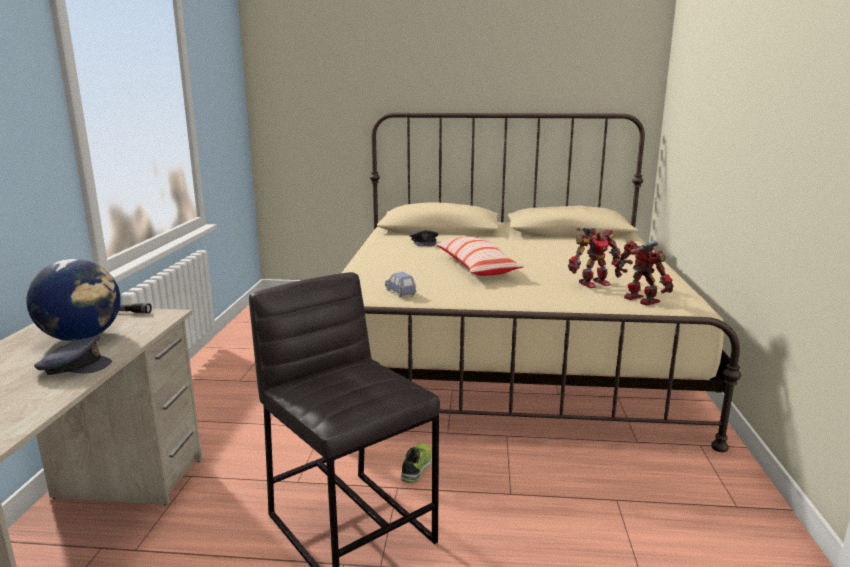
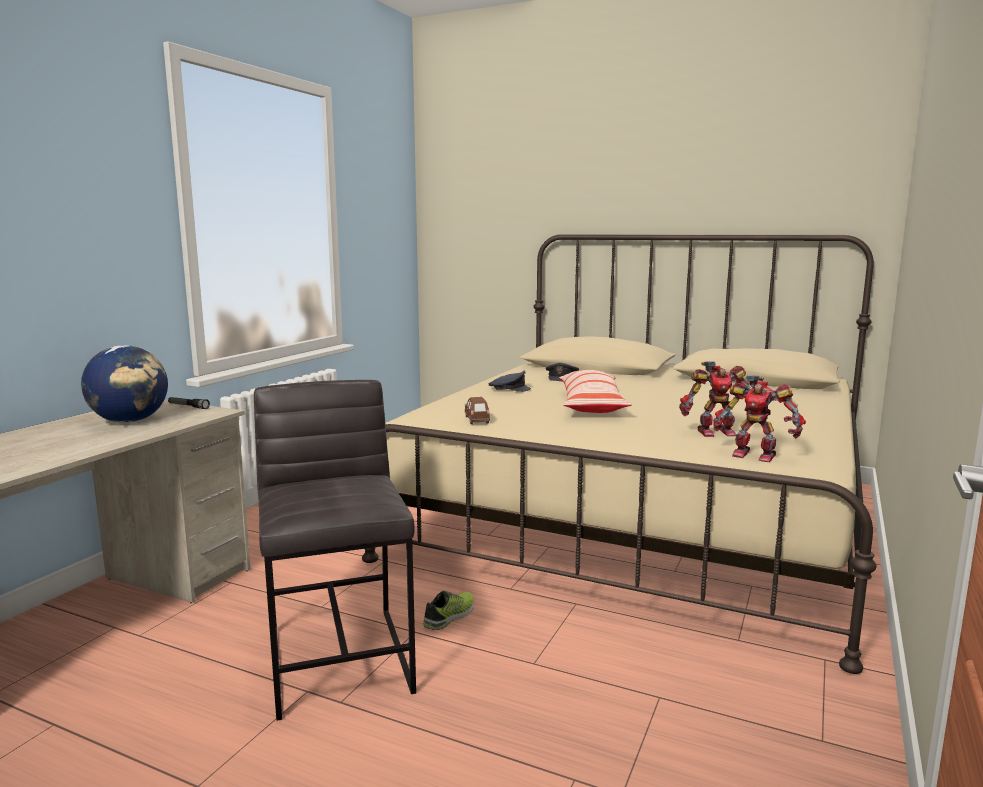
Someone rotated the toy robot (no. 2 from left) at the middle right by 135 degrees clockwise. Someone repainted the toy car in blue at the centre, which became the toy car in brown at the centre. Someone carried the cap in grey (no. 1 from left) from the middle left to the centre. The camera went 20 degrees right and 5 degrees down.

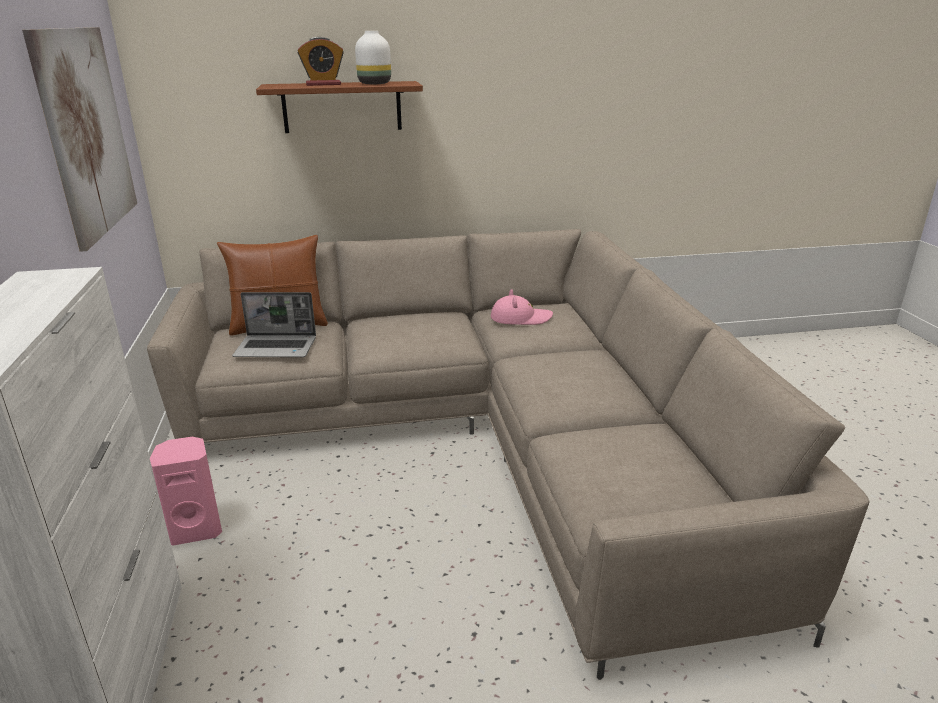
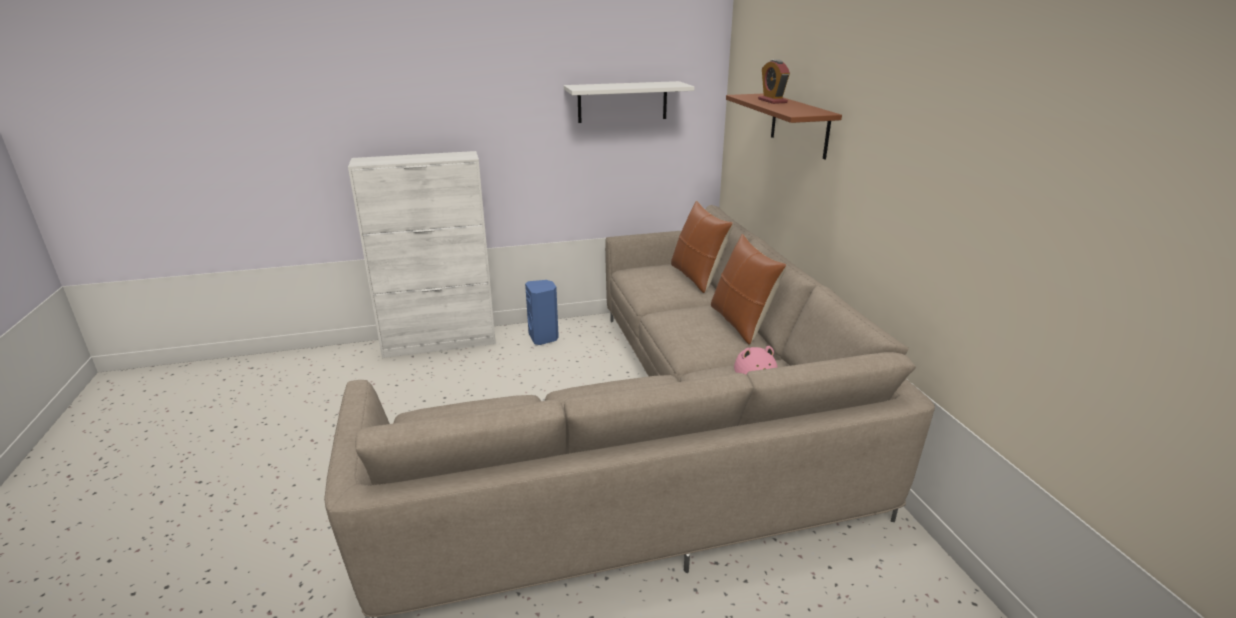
Someone swapped the picture at the top left for the shelf in white at the top centre. Someone took away the vase in white at the top centre. Someone took away the laptop at the middle left. Someone repainted the speaker in pink at the bottom left, which became the speaker in blue at the centre. Someone put down the pillow in brown (no. 2 from left) at the centre. The camera went 85 degrees right and 0 degrees up.

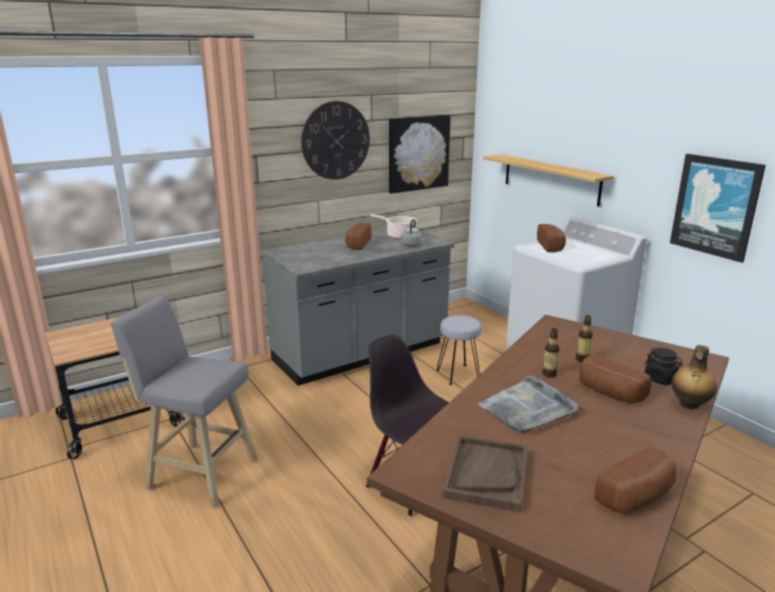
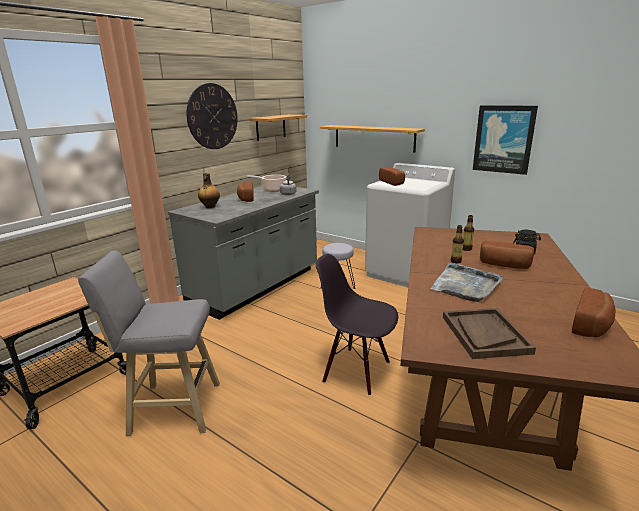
Someone swapped the picture (no. 1 from left) at the top centre for the shelf (no. 1 from left) at the top centre. Someone carried the bottle (no. 3 from left in the first image) from the middle right to the middle left. The camera went 20 degrees left and 0 degrees up.

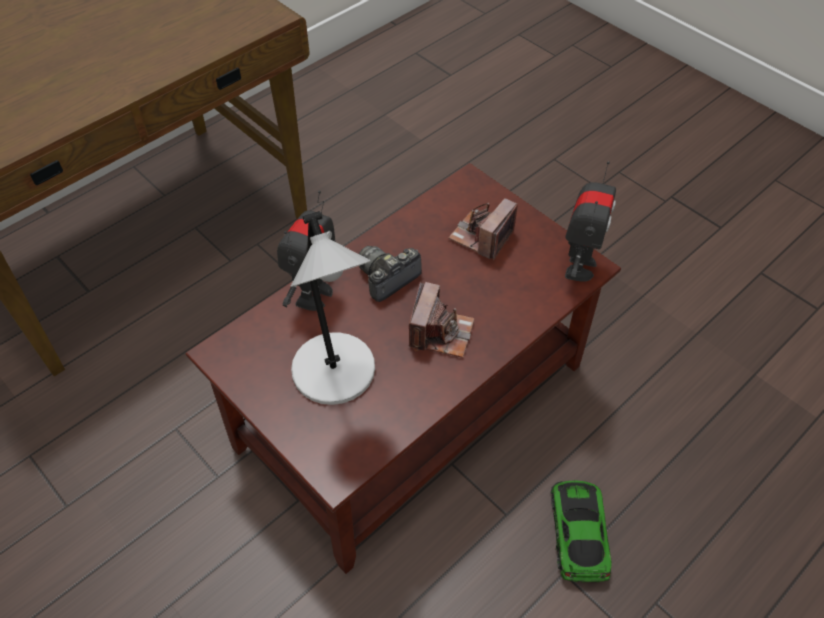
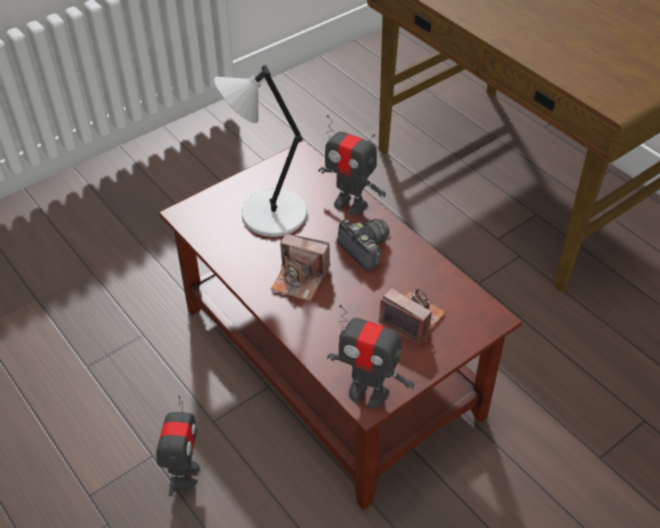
Someone swapped the toy car at the bottom right for the toy robot (no. 1 from left) at the bottom left. The camera went 95 degrees right and 5 degrees down.

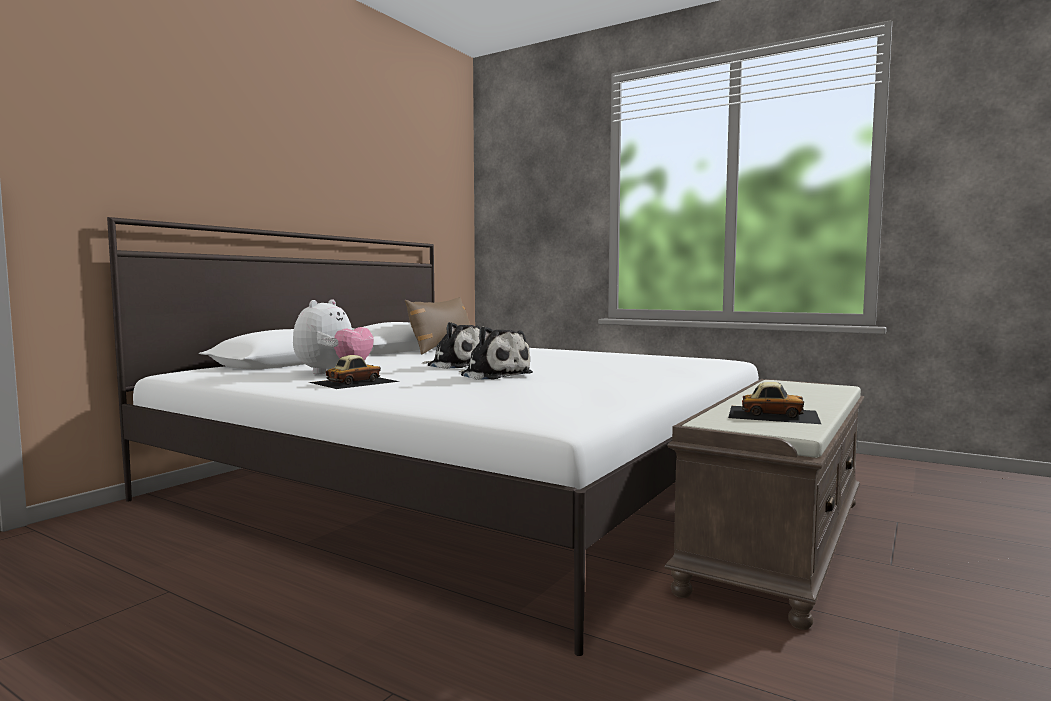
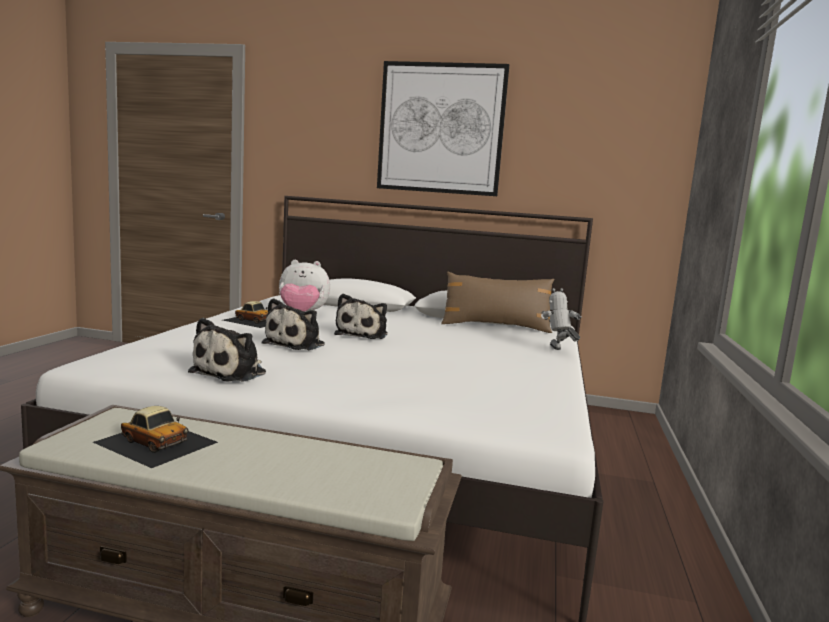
Someone rotated the toy car (no. 2 from left in the first image) at the middle right by 60 degrees counterclockwise. Someone put up the picture at the top centre. Someone put down the toy robot at the middle right. Someone put down the plush toy (no. 1 from left) at the middle left. The camera went 70 degrees right and 5 degrees up.

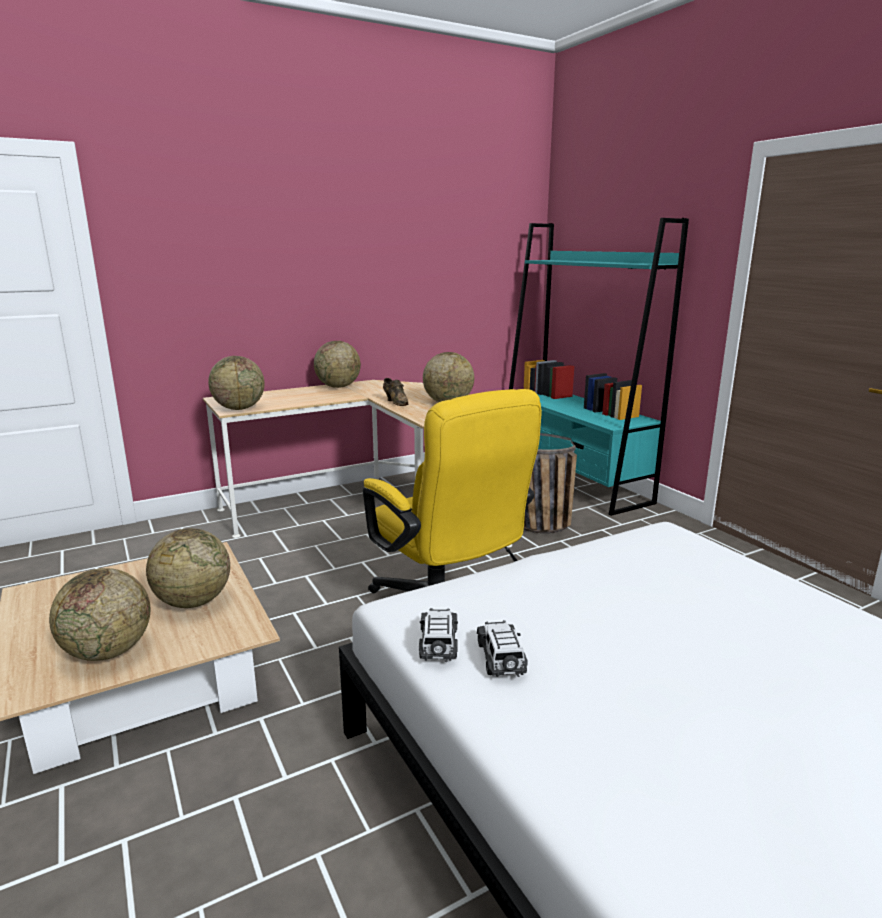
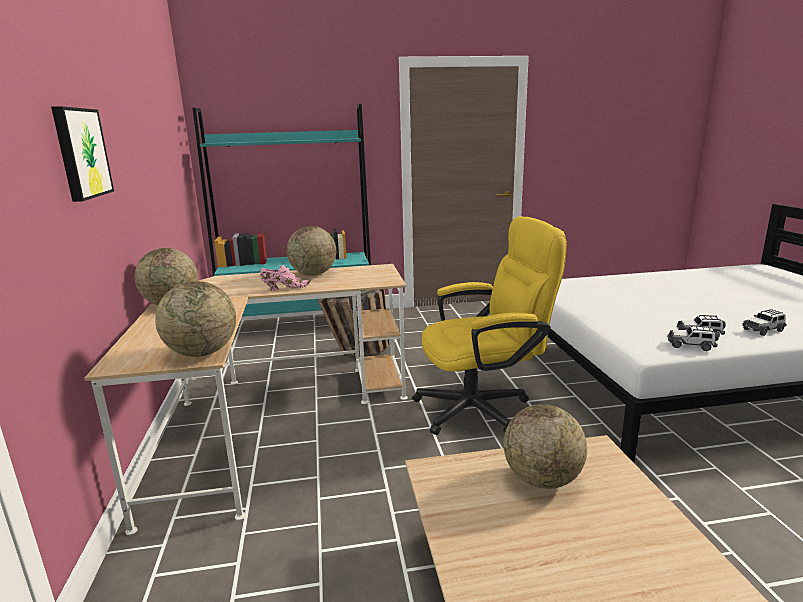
Someone repainted the shoe in brown at the centre, which became the shoe in pink at the centre. Someone took away the globe (no. 1 from left) at the bottom left. Someone put up the picture at the top left. Someone put down the toy car (no. 3 from left) at the middle right. The camera went 70 degrees left and 0 degrees up.

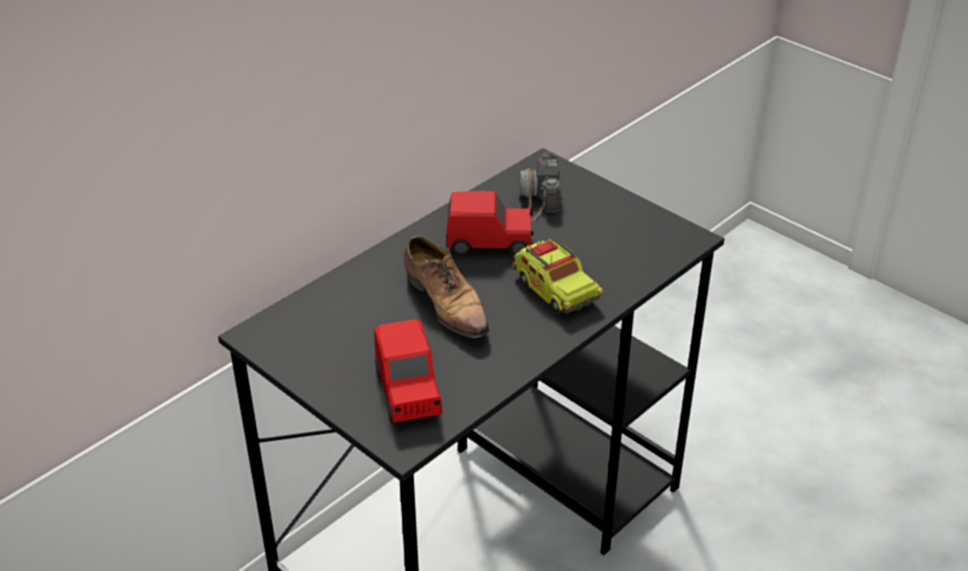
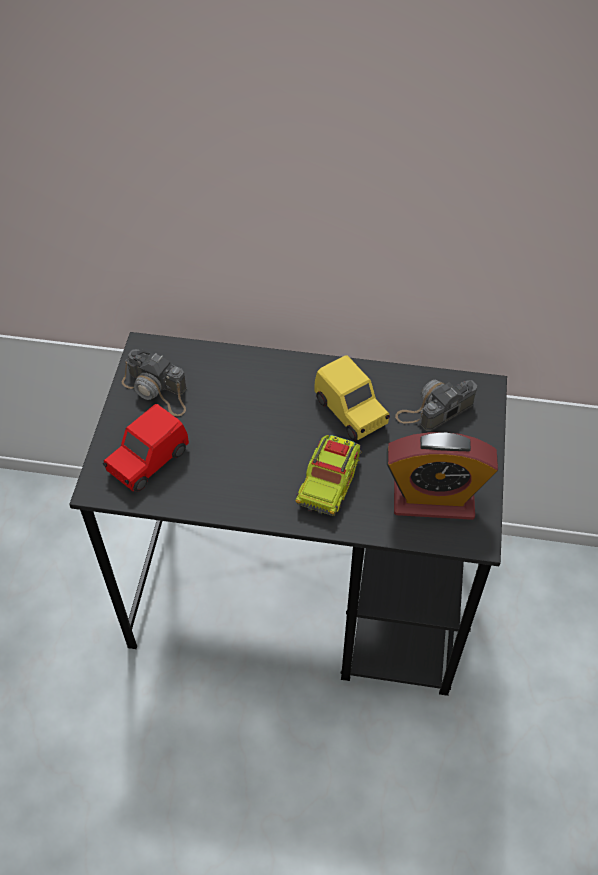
Someone repainted the toy car in red (no. 2 from left) at the centre, which became the toy car in yellow at the centre. Someone took away the shoe at the centre. Someone put down the photo camera (no. 1 from left) at the middle left. Someone put down the alarm clock at the middle right. The camera went 55 degrees right and 15 degrees up.

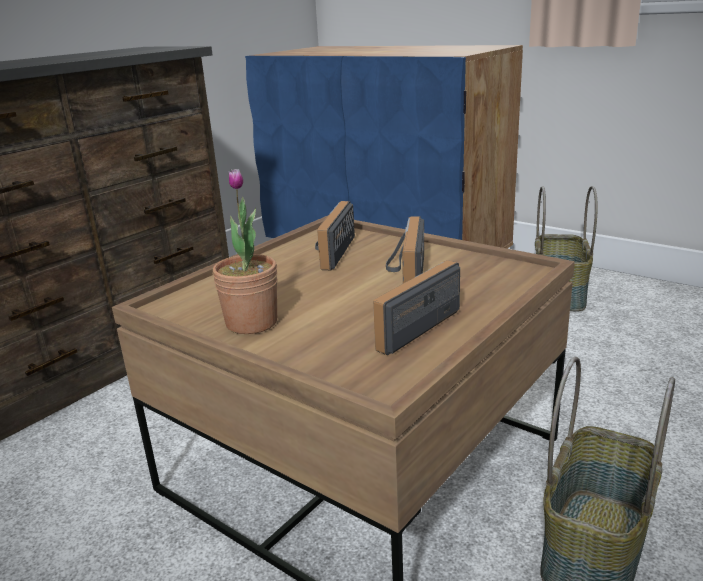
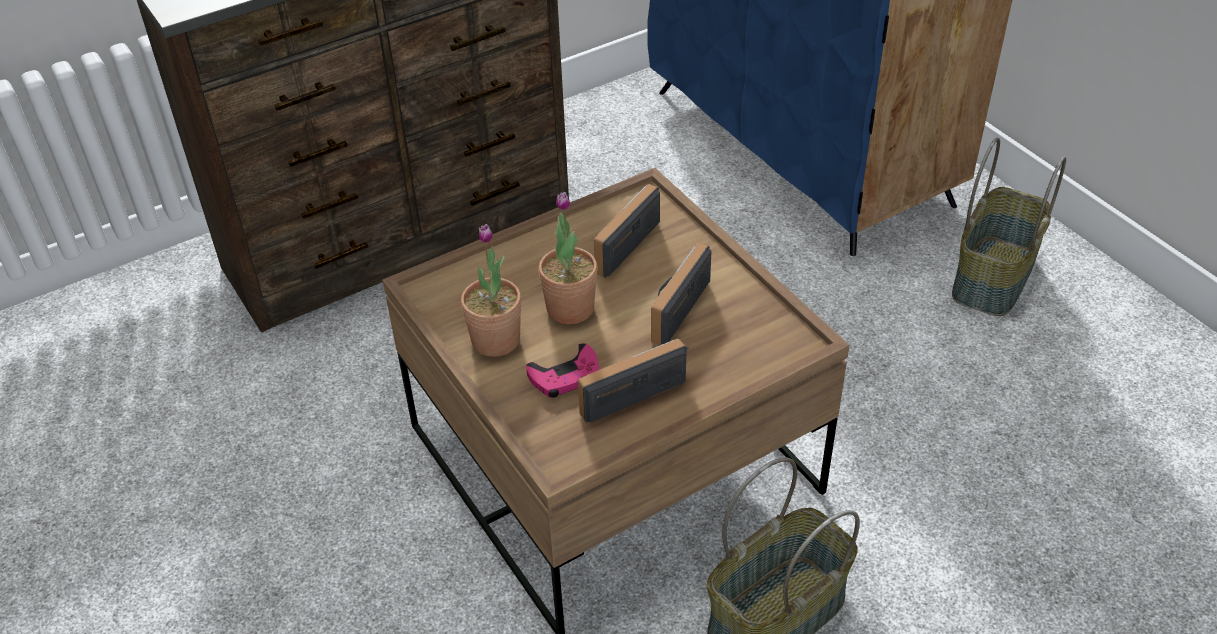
Someone put down the potted plant (no. 2 from left) at the centre. Someone put down the game controller in pink at the centre. The camera went 20 degrees right and 20 degrees up.

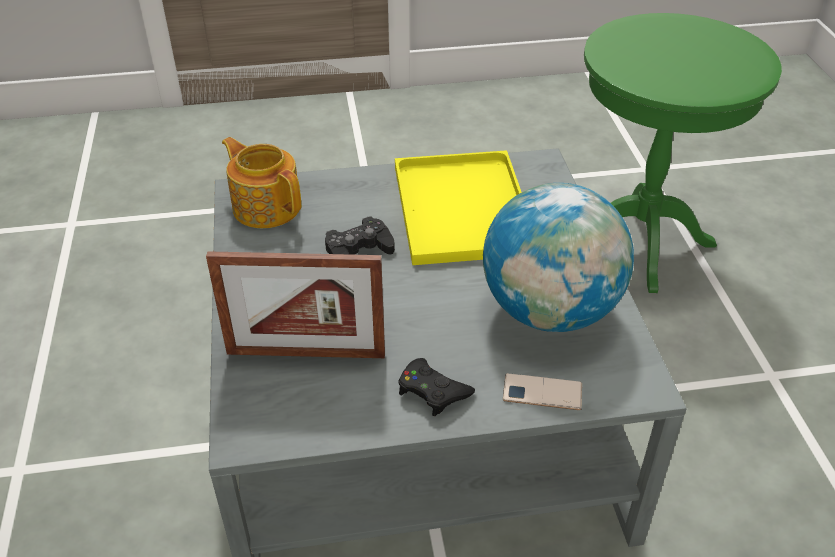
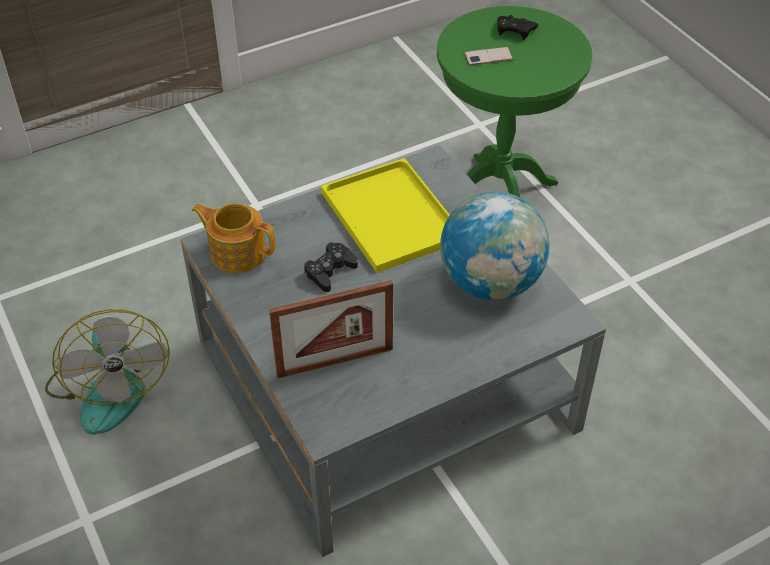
Someone carried the game controller in black (no. 2 from left) from the bottom centre to the top right. Someone carried the phone from the bottom centre to the top centre. Someone put down the fan at the middle left. The camera went 20 degrees left and 5 degrees up.

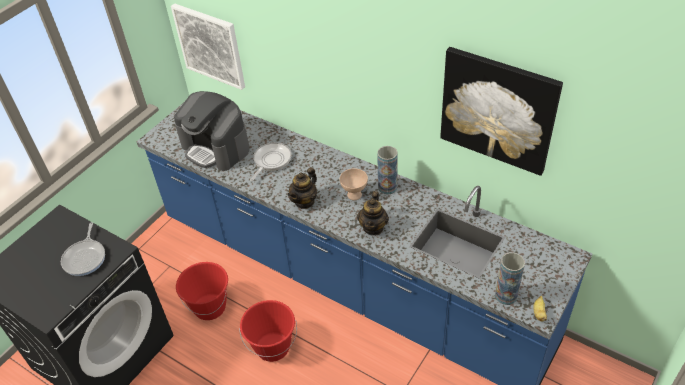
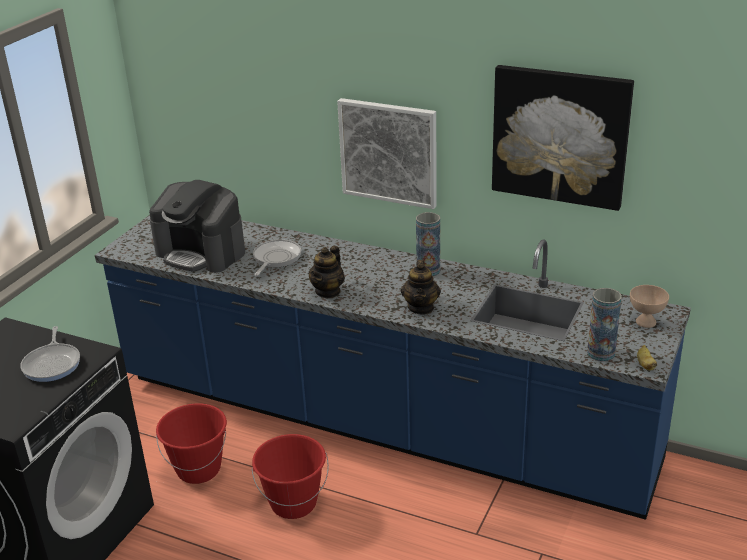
Someone carried the picture (no. 1 from left) from the top left to the top centre. Someone carried the bowl in beige from the centre to the middle right. The camera went 10 degrees left and 15 degrees down.

